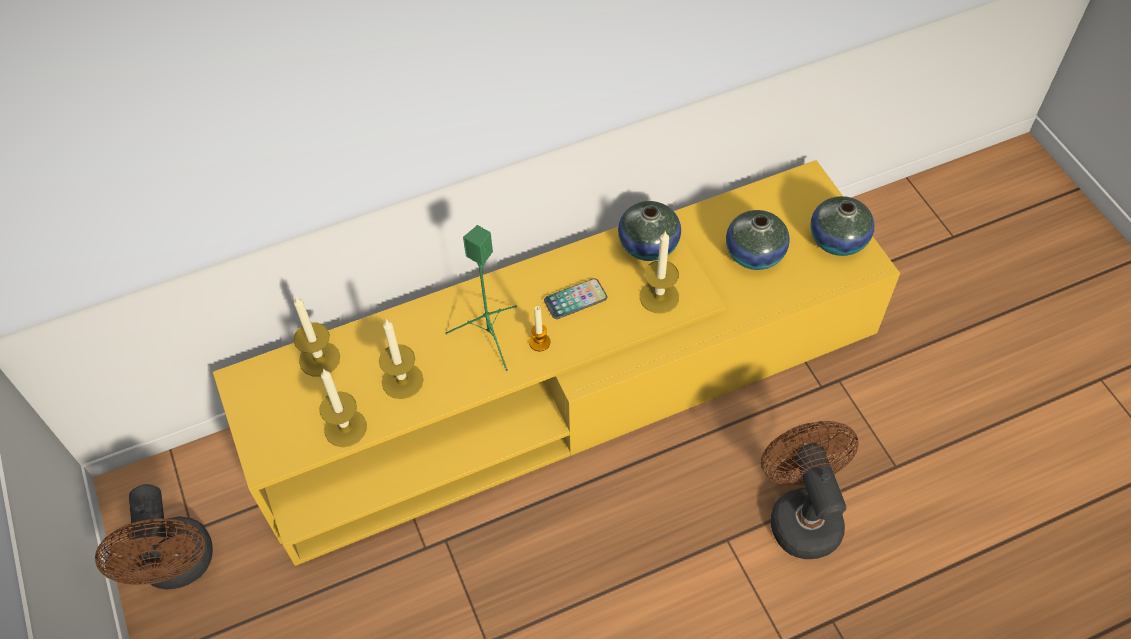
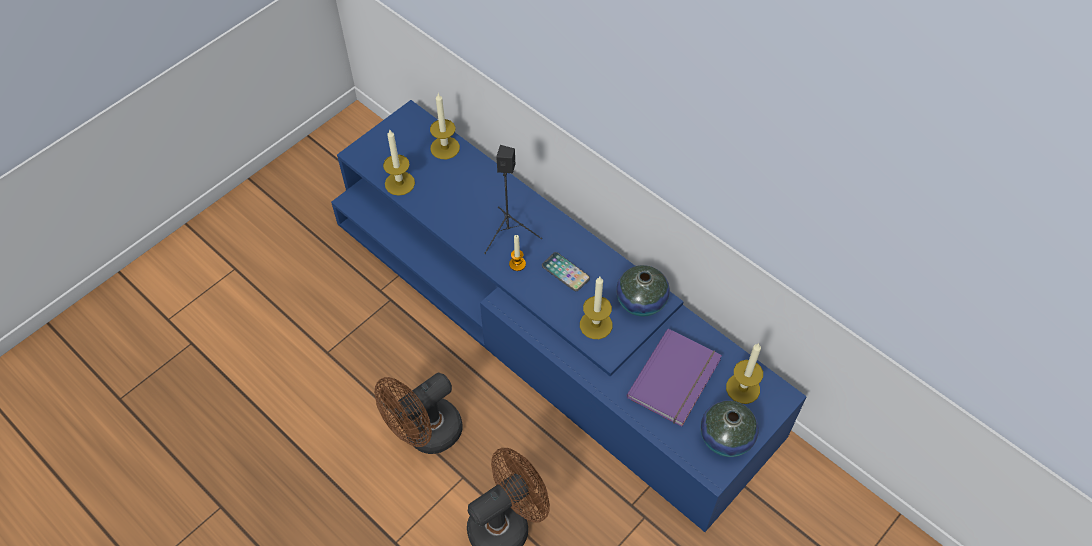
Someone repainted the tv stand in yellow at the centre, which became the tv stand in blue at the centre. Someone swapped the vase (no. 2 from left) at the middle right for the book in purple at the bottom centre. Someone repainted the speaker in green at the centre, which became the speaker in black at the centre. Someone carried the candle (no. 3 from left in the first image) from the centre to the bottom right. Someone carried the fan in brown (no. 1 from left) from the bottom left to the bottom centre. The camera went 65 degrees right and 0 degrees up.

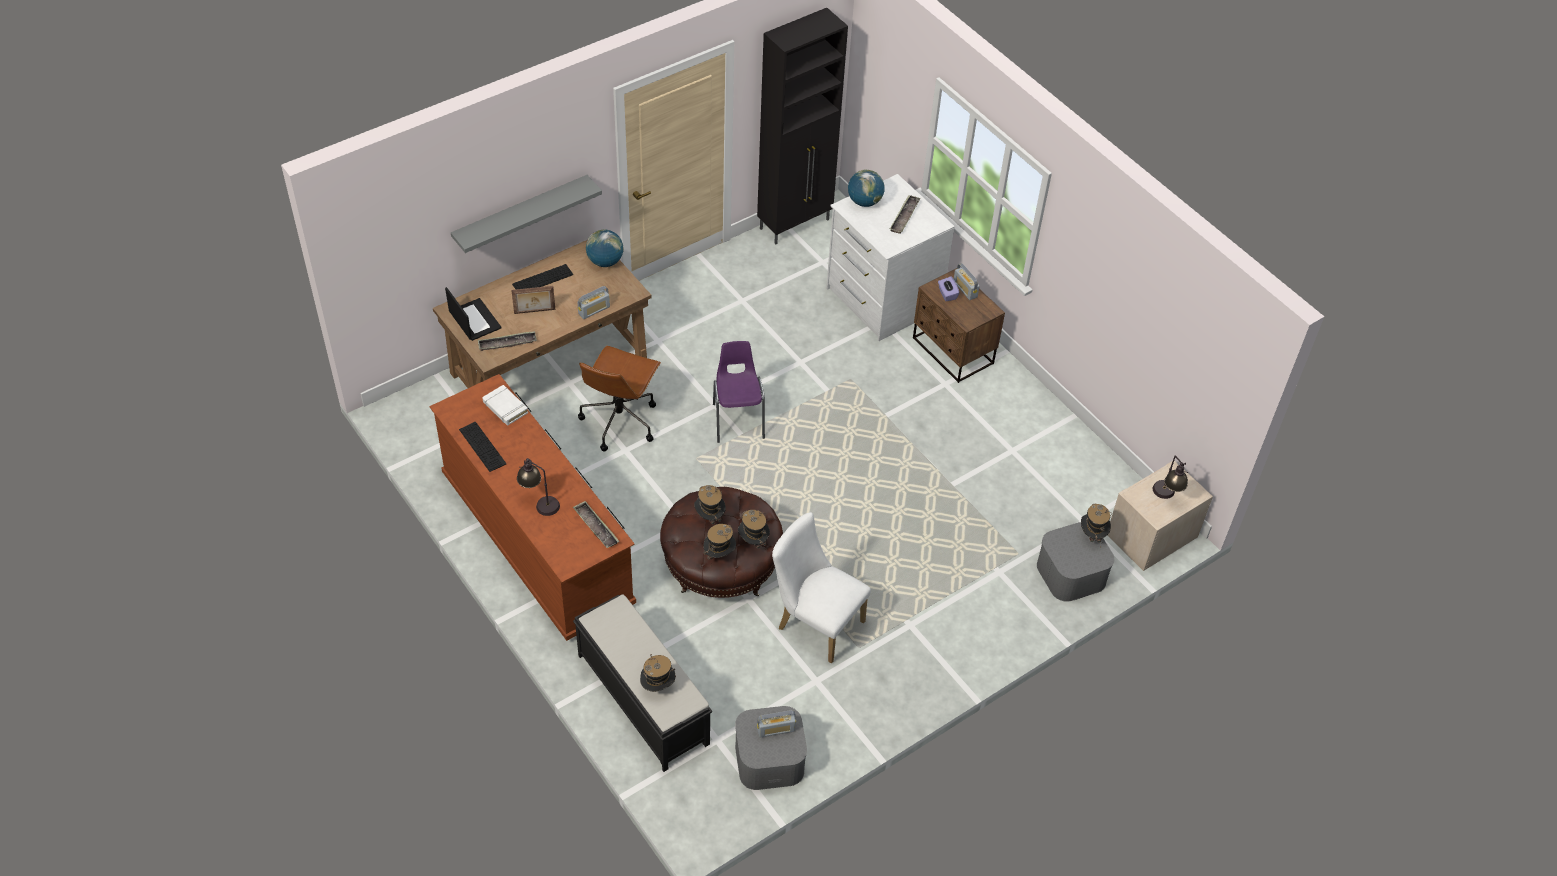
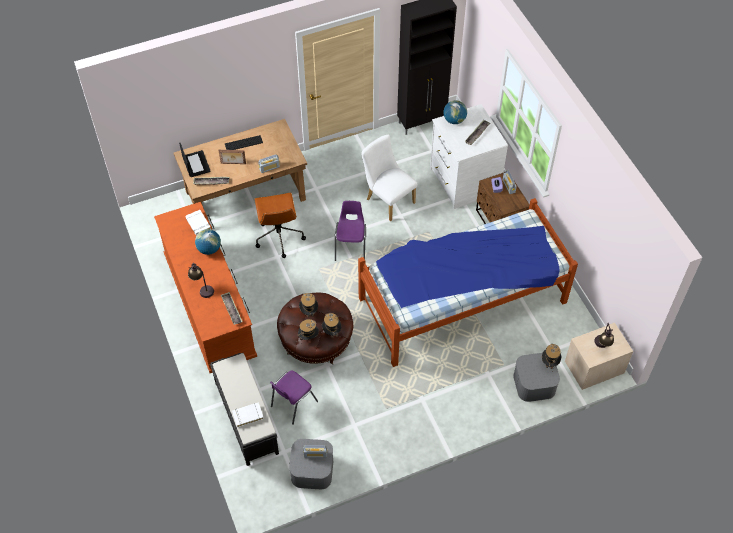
Someone took away the shelf in grey at the top centre. Someone carried the globe (no. 1 from left) from the top centre to the middle left. Someone rotated the office chair in brown at the centre by 45 degrees counterclockwise. Someone took away the keyboard (no. 1 from left) at the middle left. Someone carried the chair in white from the bottom centre to the centre. Someone swapped the hat (no. 1 from left) at the bottom centre for the book in white (no. 2 from left) at the bottom centre. Someone put down the bed at the centre. Someone put down the chair in purple (no. 1 from left) at the bottom centre. The camera went 15 degrees right and 5 degrees up.

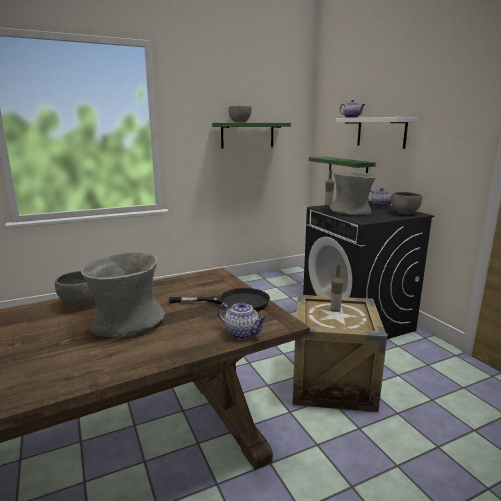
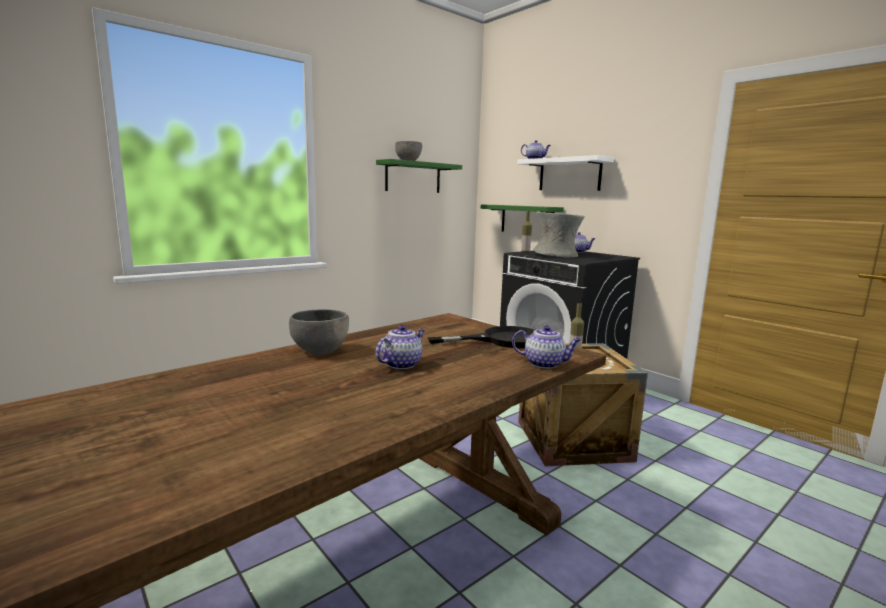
Someone took away the bowl in grey (no. 3 from left) at the middle right. Someone swapped the vase in grey (no. 1 from left) at the middle left for the teapot (no. 1 from left) at the centre. The camera went 15 degrees left and 5 degrees down.

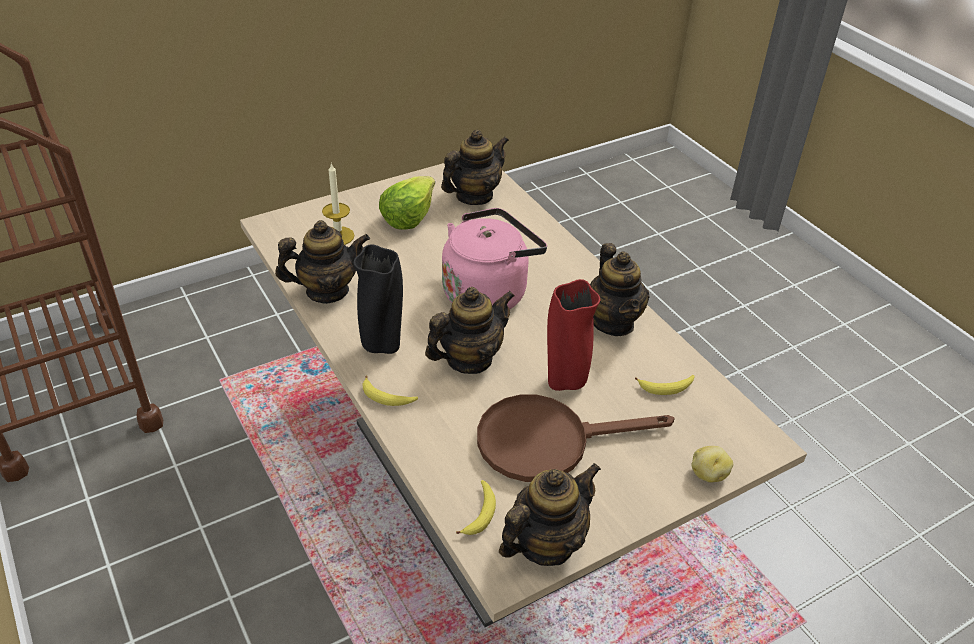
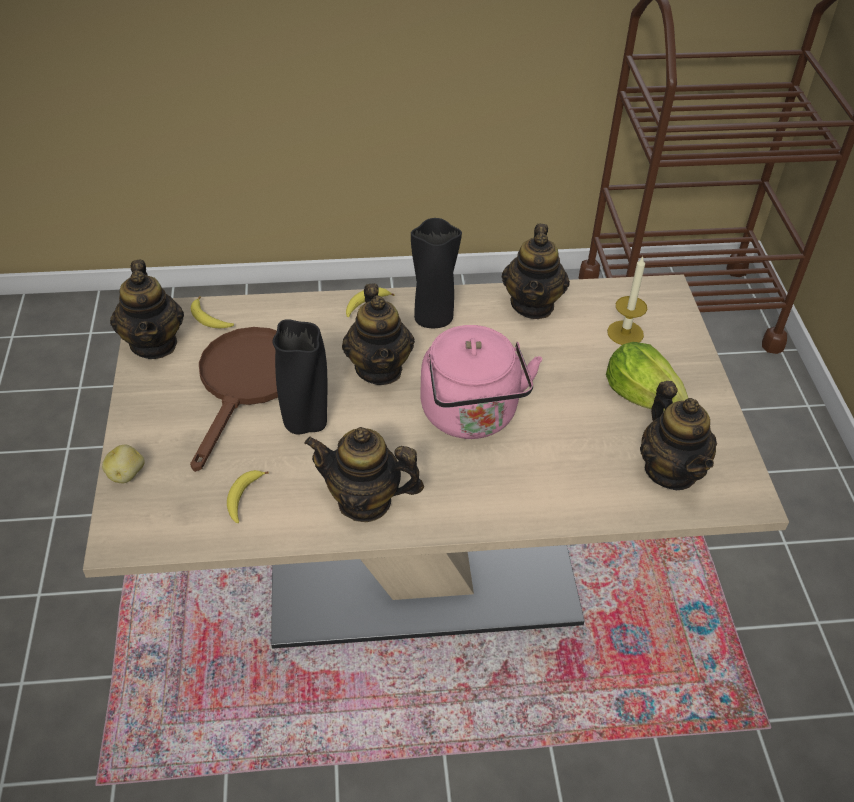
Someone repainted the vase in red at the centre, which became the vase in black (no. 1 from left) at the centre. The camera went 115 degrees right and 5 degrees up.

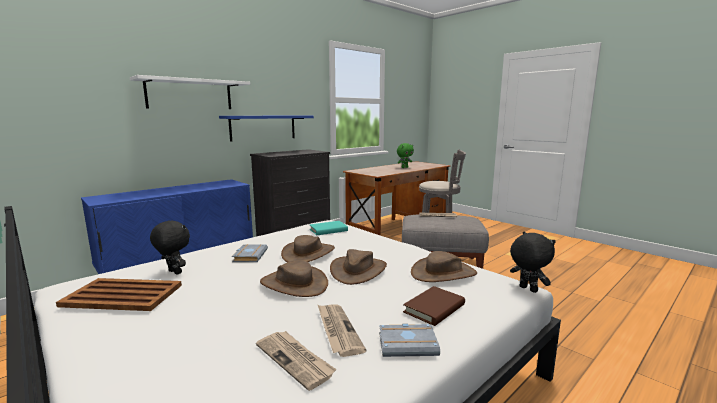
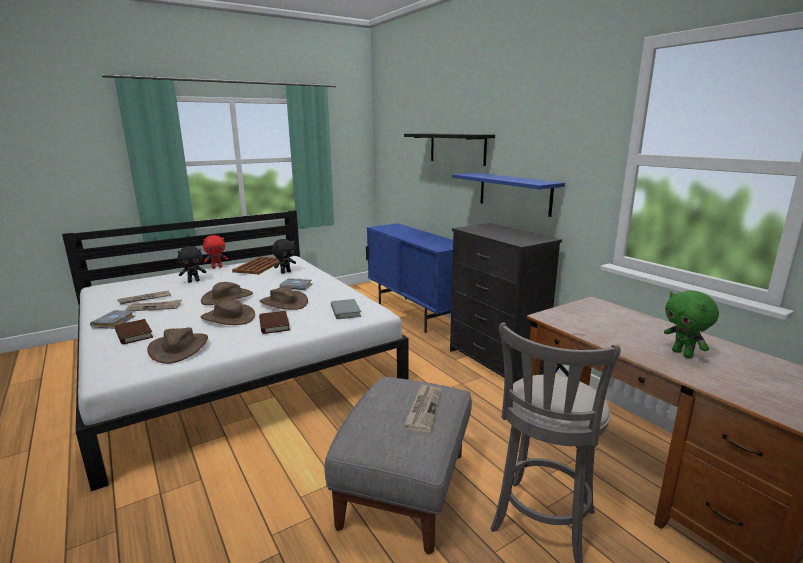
Someone repainted the shelf in white at the top left, which became the shelf in black at the top centre. Someone repainted the book in turquoise at the centre, which became the book in grey (no. 3 from left) at the centre. Someone carried the plush toy in black (no. 2 from left in the first image) from the middle right to the middle left. Someone put down the plush toy in red at the middle left. Someone put down the book in brown (no. 2 from left) at the centre. The camera went 100 degrees right and 5 degrees up.

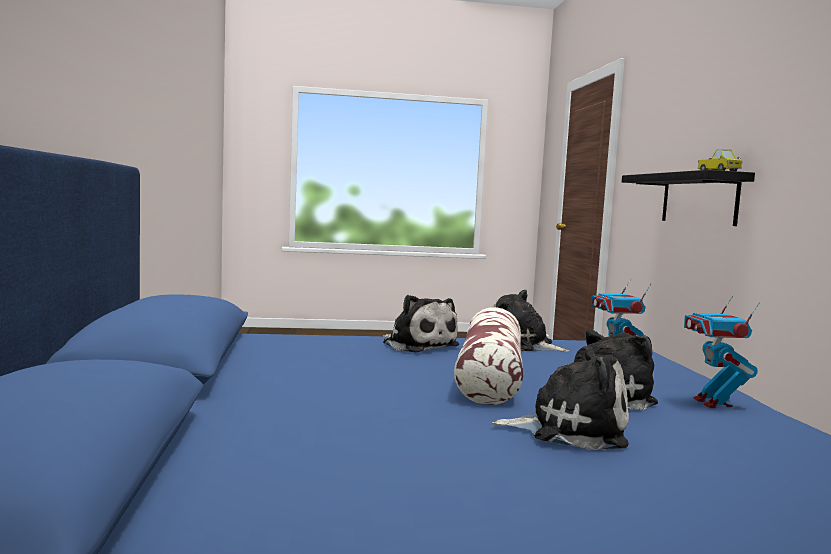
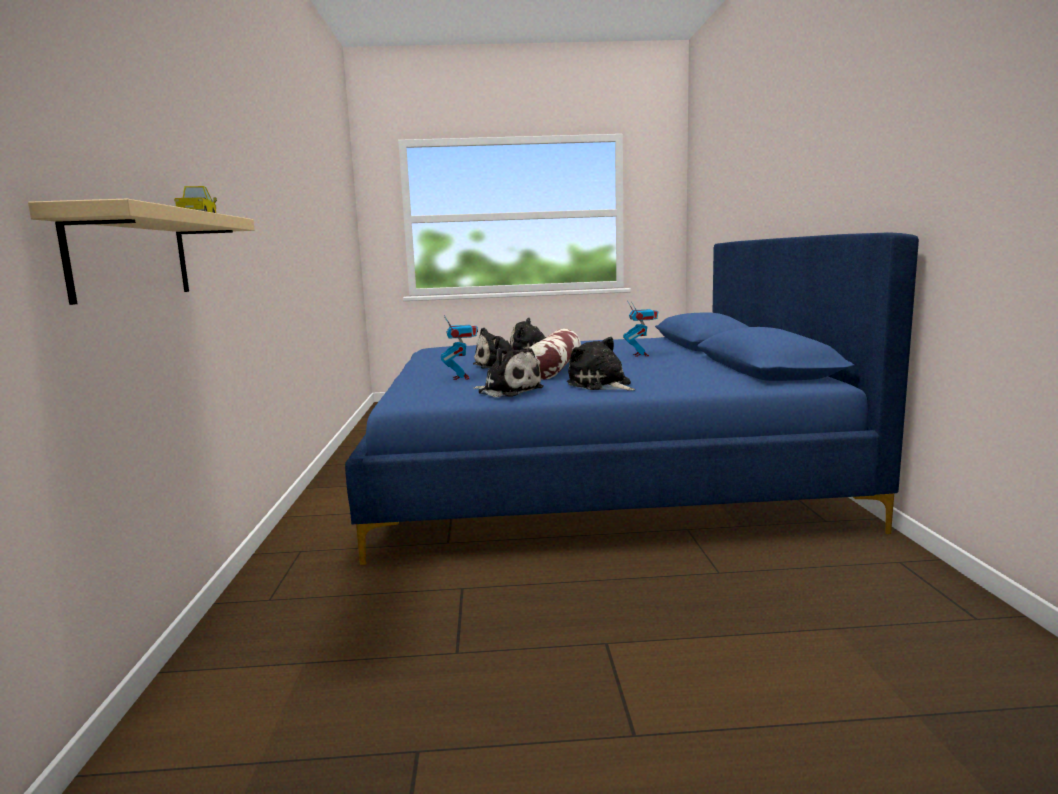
Someone repainted the shelf in black at the middle right, which became the shelf in beige at the top left. Someone carried the toy robot (no. 2 from left) from the middle right to the centre. The camera went 175 degrees left and 5 degrees up.

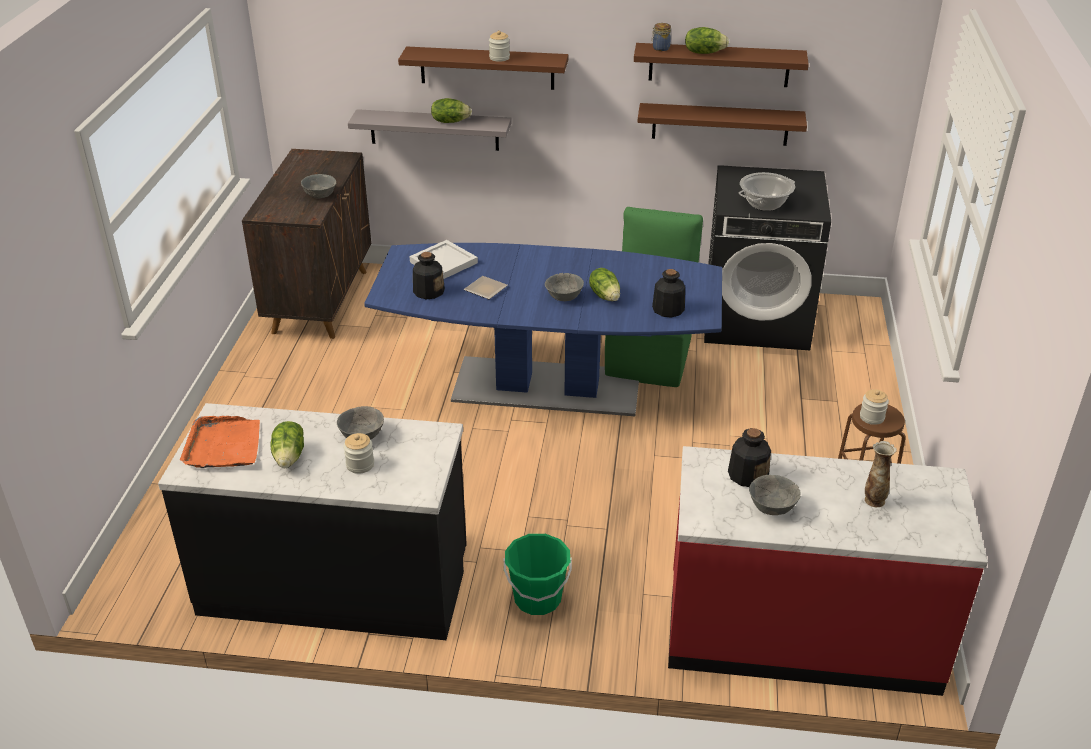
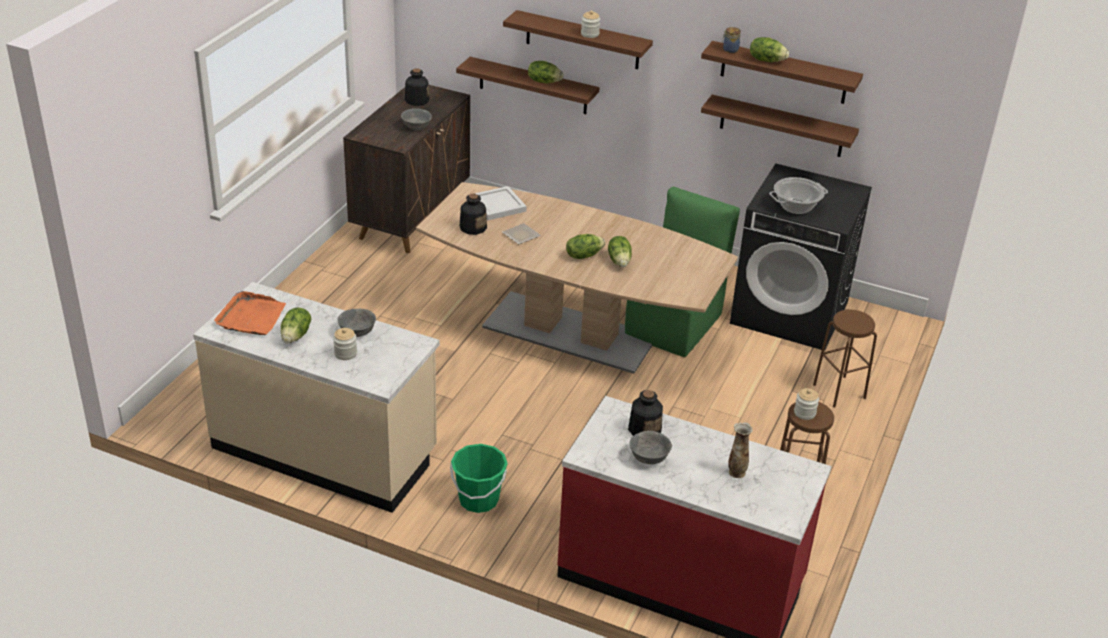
Someone repainted the shelf in grey at the top centre, which became the shelf in brown (no. 1 from left) at the top centre. Someone repainted the dining table in blue at the centre, which became the dining table in brown at the centre. Someone carried the bottle (no. 2 from left in the first image) from the centre to the top centre. Someone swapped the bowl in grey (no. 3 from left) at the centre for the lettuce (no. 3 from left) at the centre. Someone repainted the counter in black at the bottom left, which became the counter in beige at the middle left. Someone put down the stool in brown (no. 2 from left) at the middle right. The camera went 15 degrees right and 0 degrees up.

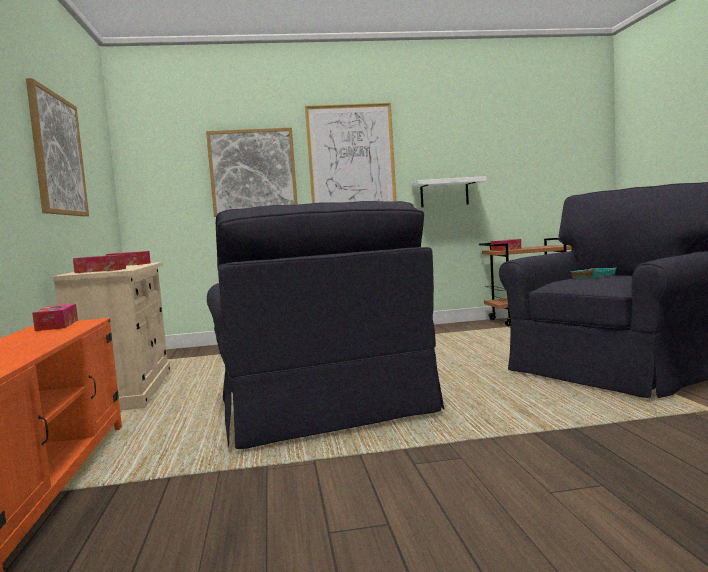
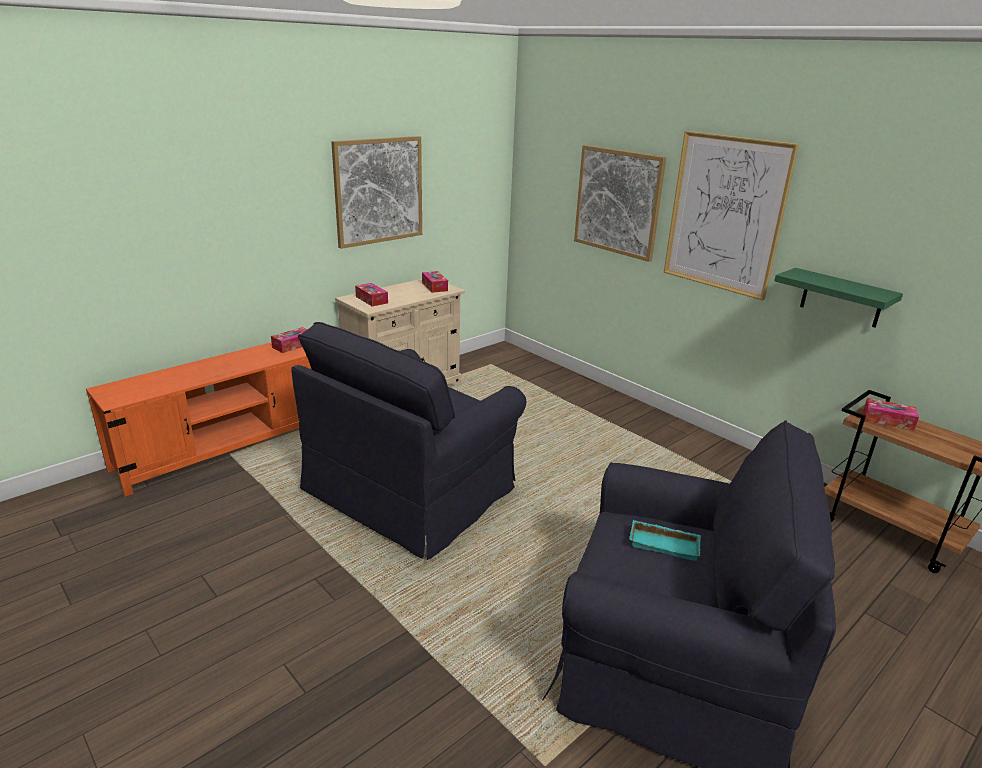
Someone repainted the shelf in white at the centre, which became the shelf in green at the middle right. The camera went 55 degrees right and 20 degrees up.

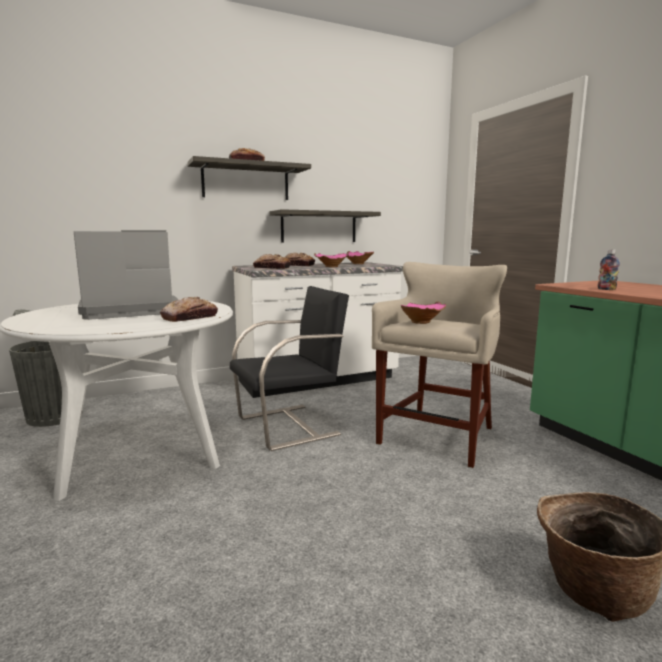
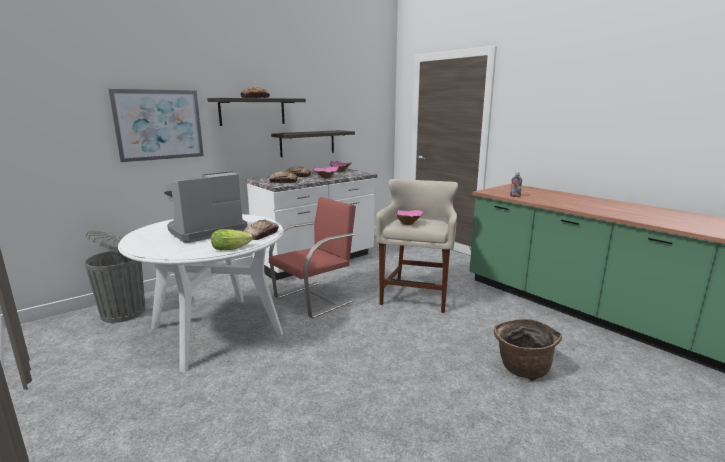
Someone repainted the chair in black at the centre, which became the chair in red at the centre. Someone put up the picture at the top left. Someone put down the lettuce at the middle left. The camera went 15 degrees left and 5 degrees up.

